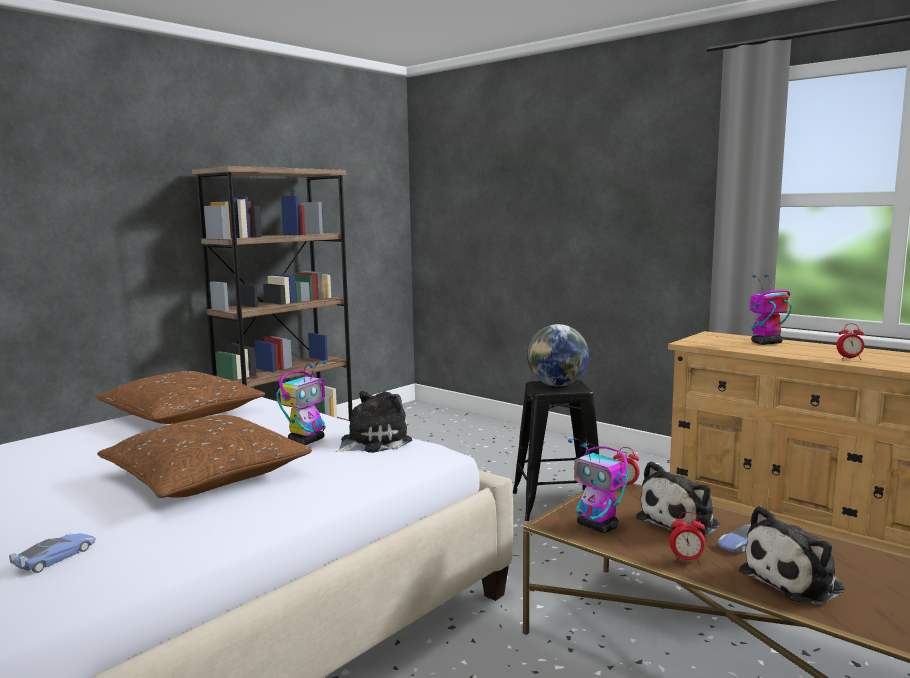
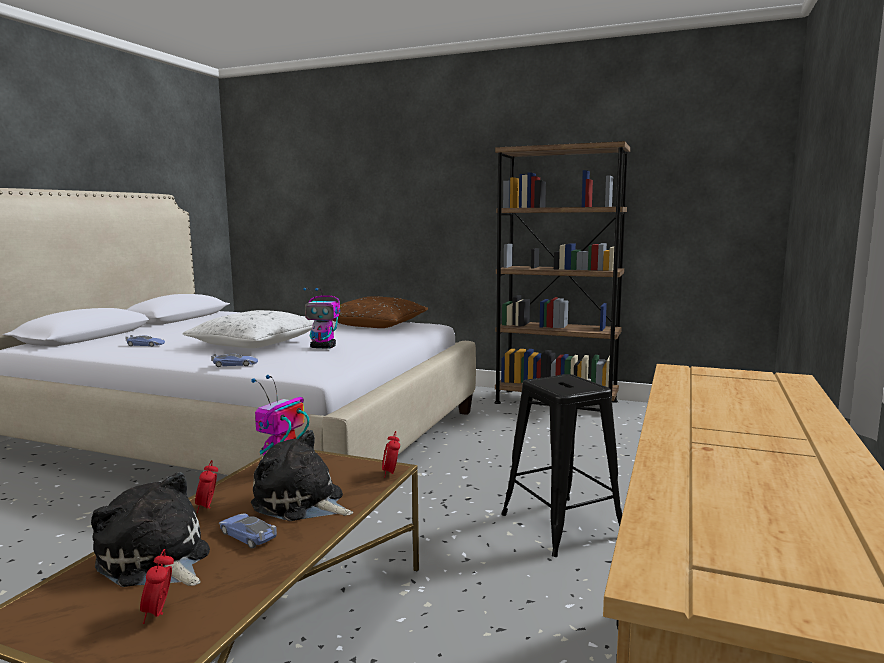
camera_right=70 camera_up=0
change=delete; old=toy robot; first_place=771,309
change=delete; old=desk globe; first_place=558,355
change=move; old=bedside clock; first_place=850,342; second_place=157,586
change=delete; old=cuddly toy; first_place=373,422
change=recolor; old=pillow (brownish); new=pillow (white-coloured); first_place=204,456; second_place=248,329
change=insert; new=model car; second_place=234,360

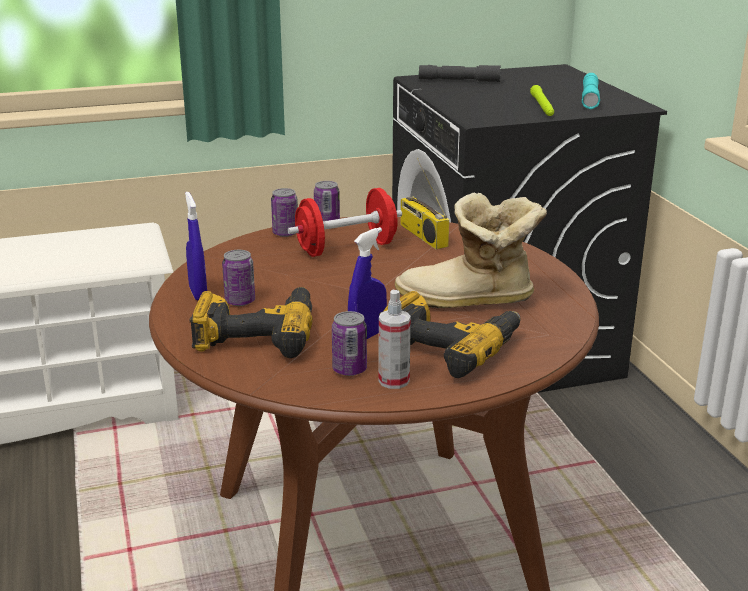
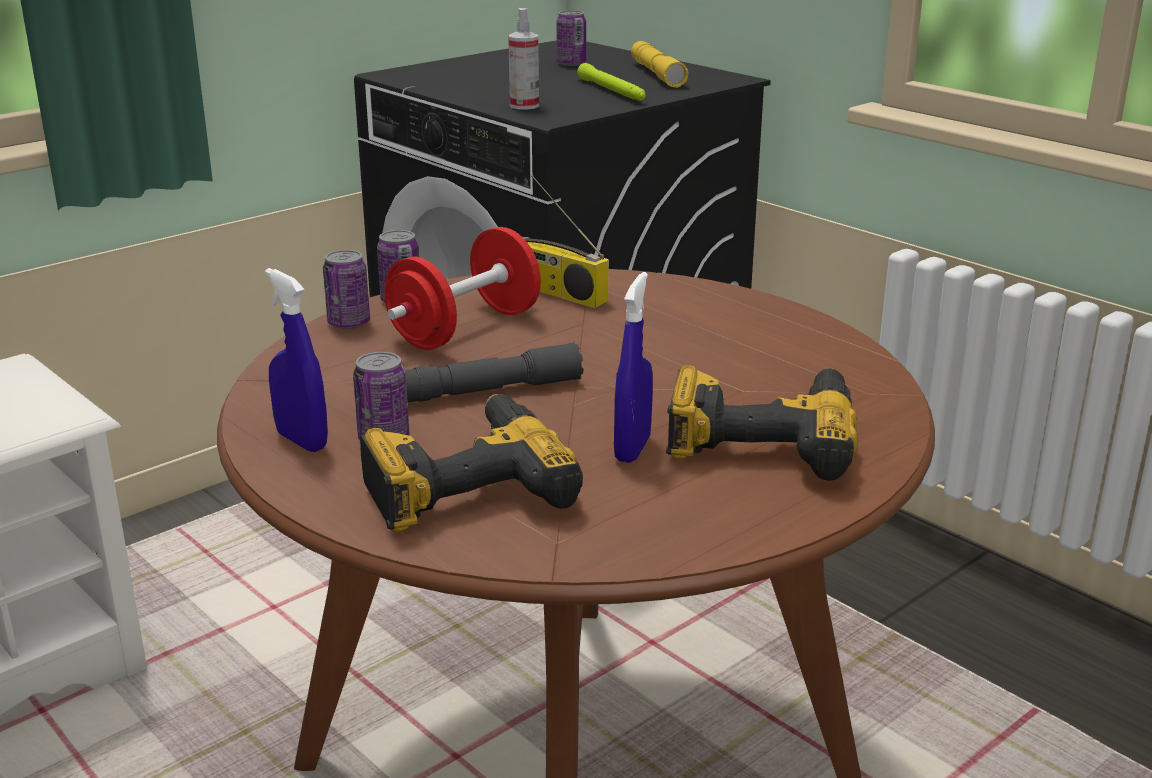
camera_right=-25 camera_up=0
change=move; old=torch (grey); first_place=460,73; second_place=494,372
change=recolor; old=torch (turquoise-coloured); new=torch (yellow-coloured); first_place=591,91; second_place=660,64
change=delete; old=tall boot; first_place=471,250
change=move; old=spray bottle; first_place=395,339; second_place=523,59
change=move; old=metal can; first_place=349,343; second_place=571,38

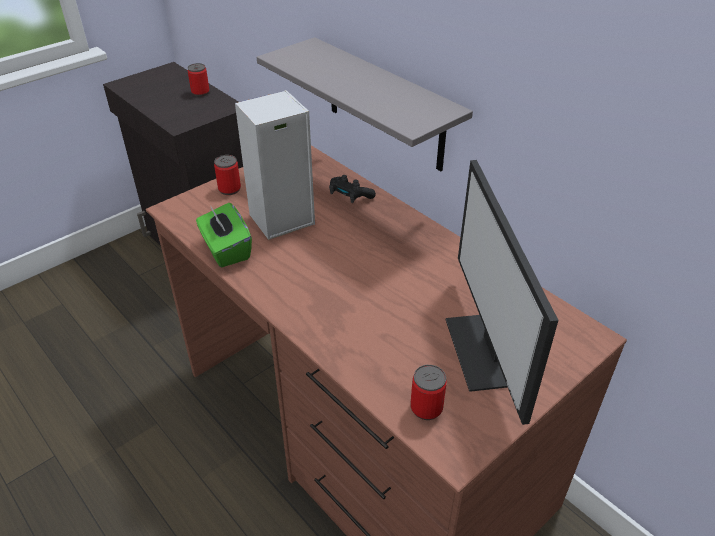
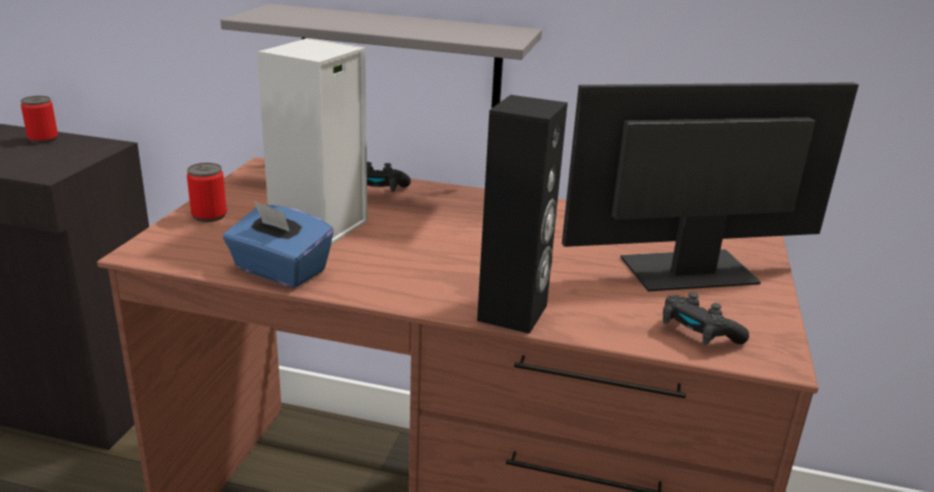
camera_right=-35 camera_up=-15
change=rotate; old=monitor; first_place=502,292; second_place=710,187; degrees=120
change=recolor; old=box of tissues (green-coloured); new=box of tissues (bluish); first_place=224,235; second_place=278,244
change=replace; old=metal can; new=joypad (black-coloured); first_place=428,392; second_place=706,318
change=insert; new=speaker (black-coloured); second_place=522,214

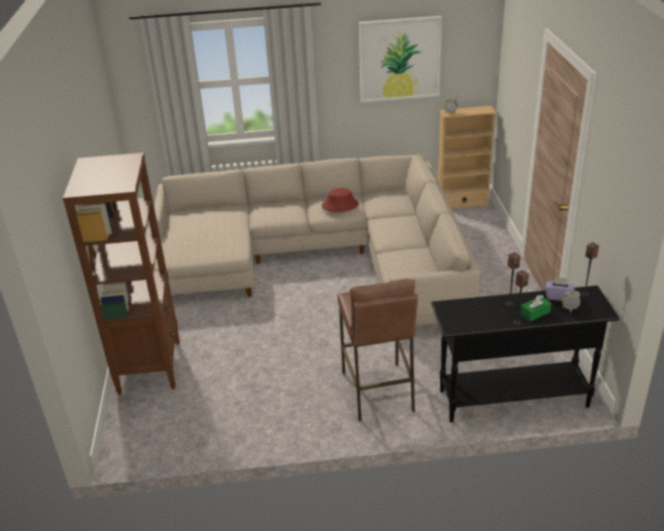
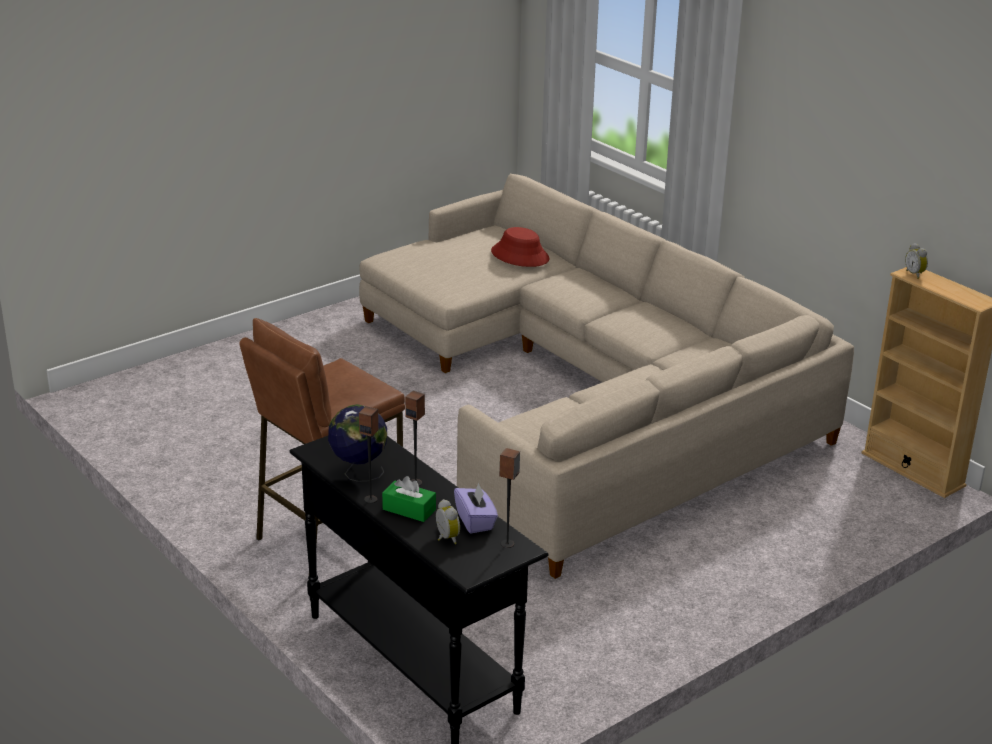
camera_right=55 camera_up=-5
change=delete; old=wall art; first_place=400,59
change=delete; old=bookcase (brownish); first_place=121,274
change=move; old=clothing hat (reddish); first_place=340,200; second_place=520,247
change=insert; new=desk globe; second_place=357,443

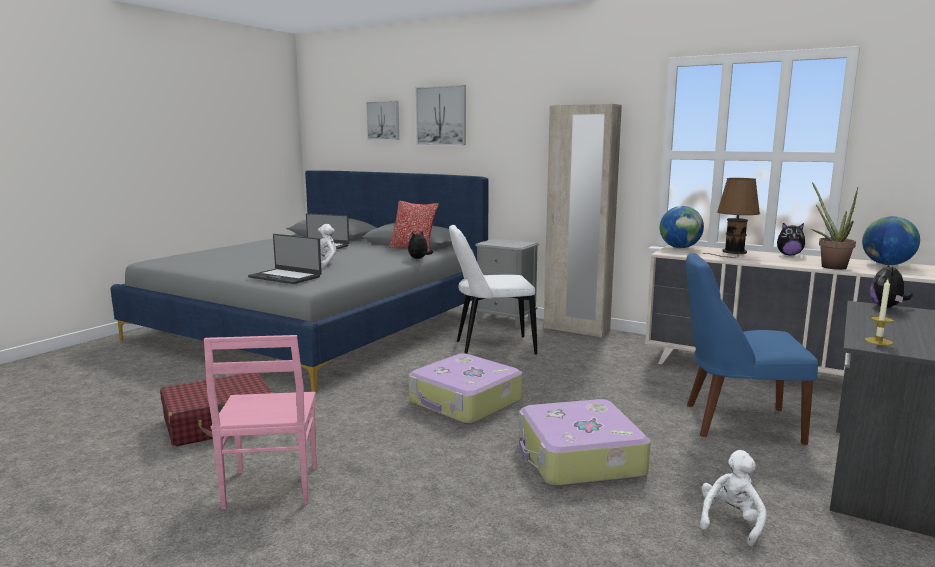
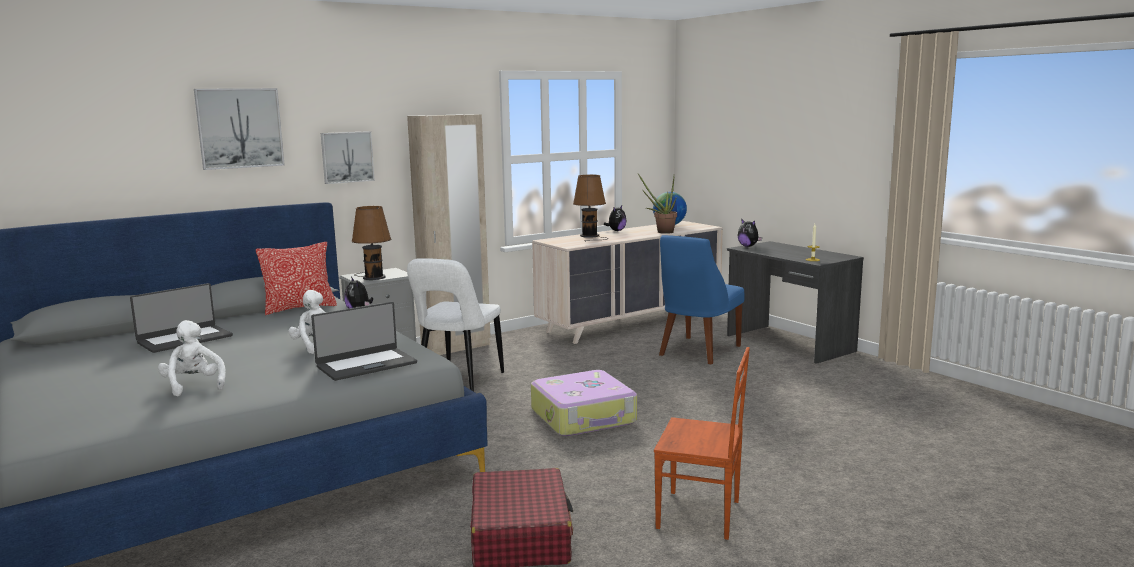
camera_right=-65 camera_up=0
change=move; old=wall art; first_place=382,120; second_place=348,157
change=delete; old=desk globe; first_place=682,227
change=recolor; old=upright chair (pinkish); new=upright chair (brownish); first_place=260,422; second_place=702,443
change=delete; old=travel case; first_place=585,442
change=move; old=cuddly toy (white-coloured); first_place=733,498; second_place=192,358
change=insert; new=table lamp (brownish); second_place=371,243

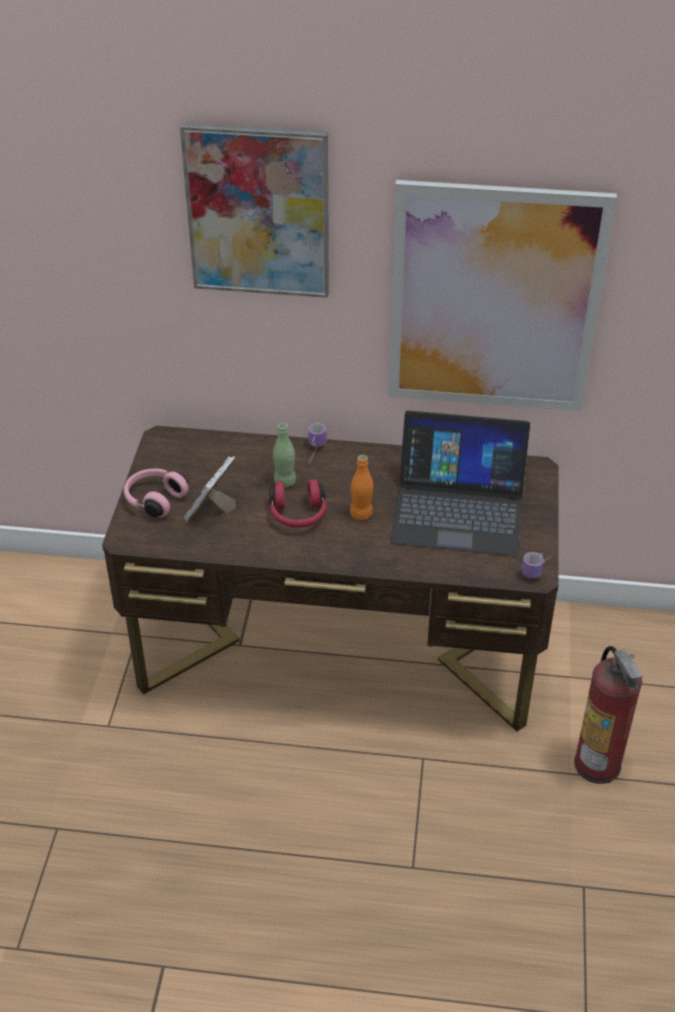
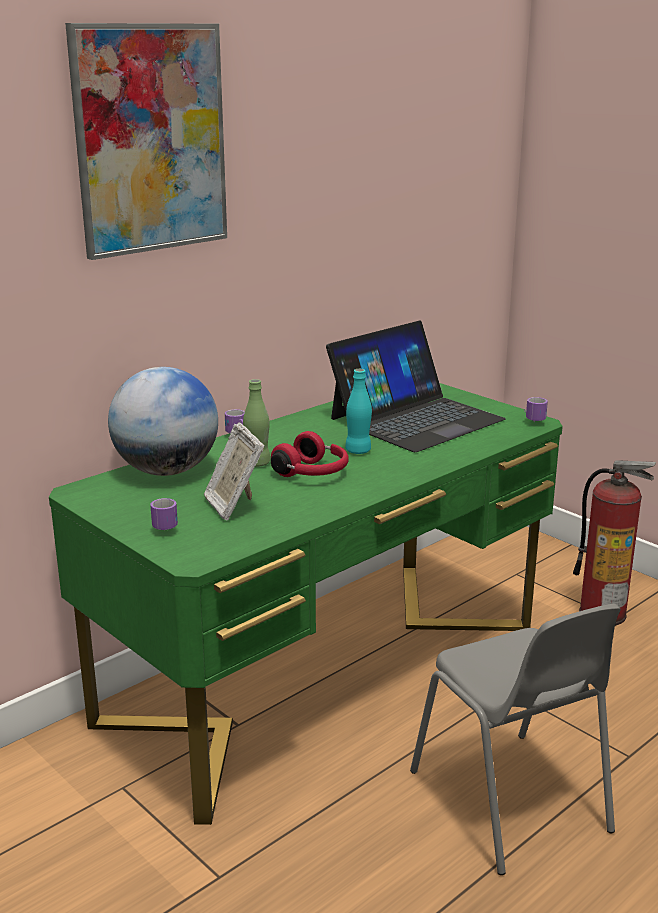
camera_right=-50 camera_up=-20
change=delete; old=wall art; first_place=502,296
change=recolor; old=desk (brownish); new=desk (green-coloured); first_place=330,579; second_place=306,604
change=recolor; old=beverage bottle (orange-coloured); new=beverage bottle (turquoise-coloured); first_place=361,487; second_place=358,411
change=replace; old=pair of headphones (pinkish); new=tea mug; first_place=156,492; second_place=164,514
change=insert; new=desk globe; second_place=163,421
change=insert; new=upright chair (grey); second_place=515,739

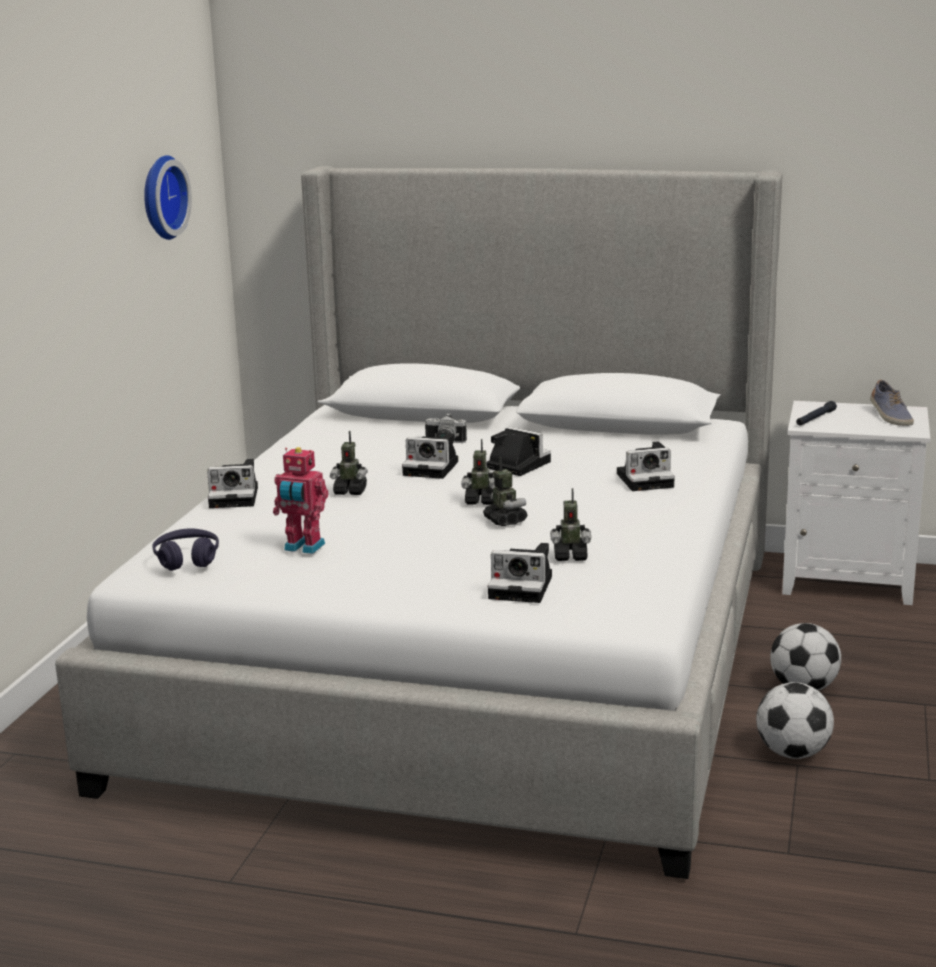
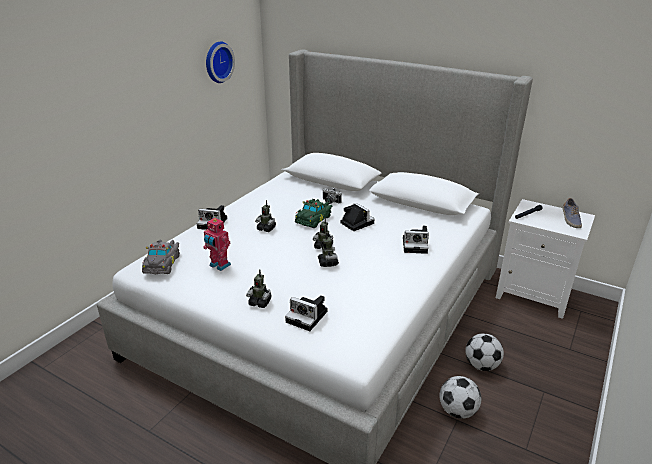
camera_right=15 camera_up=10
change=replace; old=photo camera; new=model car (green-coloured); first_place=430,456; second_place=314,213
change=move; old=toy robot; first_place=570,524; second_place=259,288
change=replace; old=pair of headphones (purplish); new=model car (grey); first_place=185,550; second_place=161,257

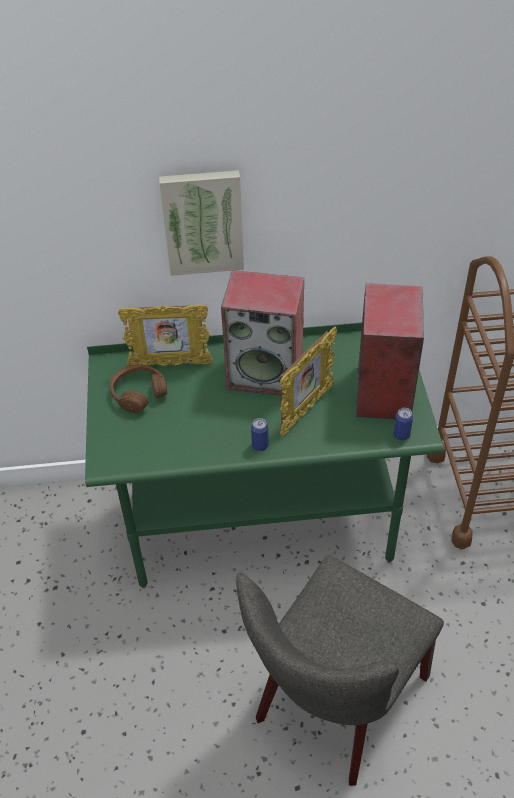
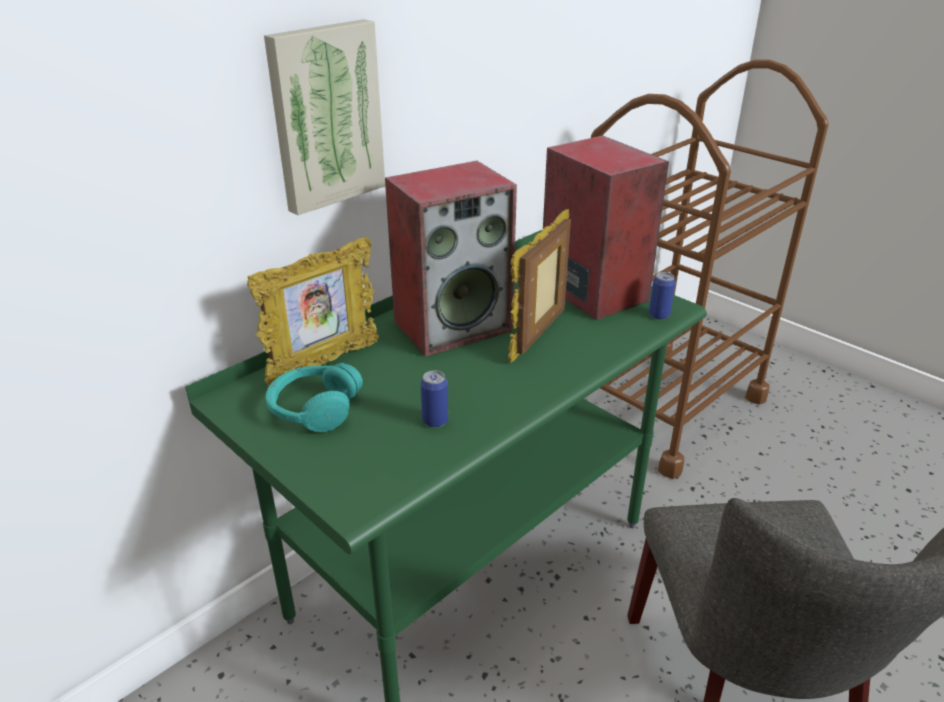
camera_right=-40 camera_up=-15
change=rotate; old=picture frame; first_place=308,381; second_place=539,286; degrees=-150
change=recolor; old=pair of headphones (brownish); new=pair of headphones (turquoise-coloured); first_place=138,388; second_place=314,397
change=move; old=metal can; first_place=260,434; second_place=434,399

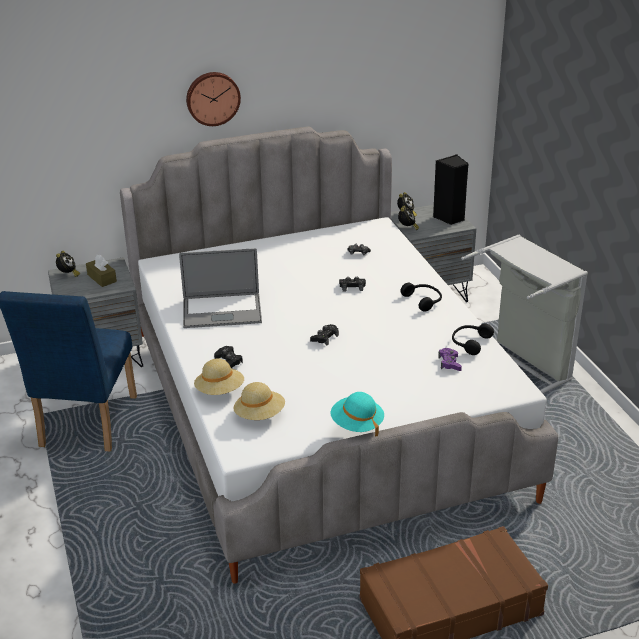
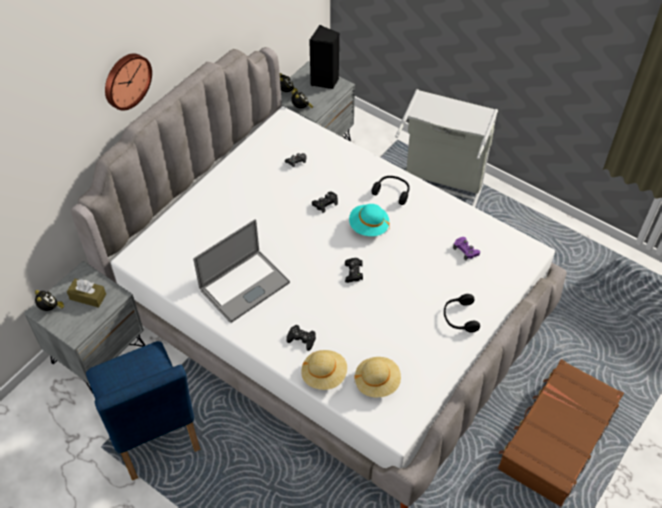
camera_right=-35 camera_up=20
change=move; old=pair of headphones (black-coloured); first_place=473,339; second_place=462,313
change=move; old=clothing hat (turquoise-coloured); first_place=357,414; second_place=369,220

